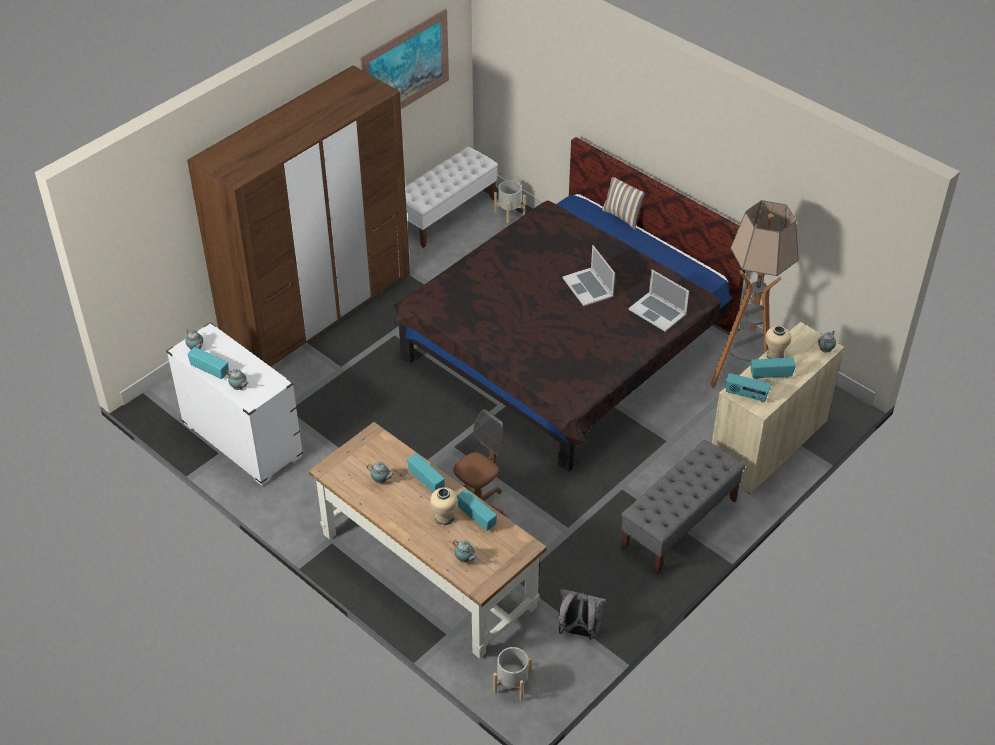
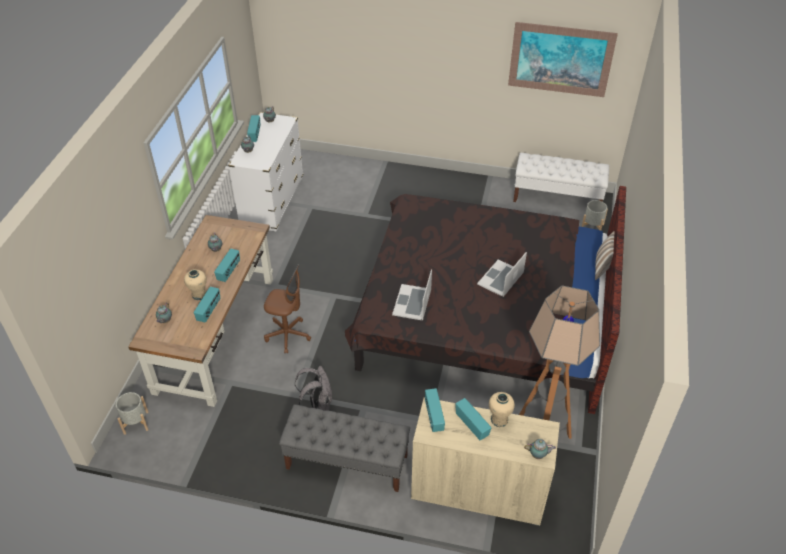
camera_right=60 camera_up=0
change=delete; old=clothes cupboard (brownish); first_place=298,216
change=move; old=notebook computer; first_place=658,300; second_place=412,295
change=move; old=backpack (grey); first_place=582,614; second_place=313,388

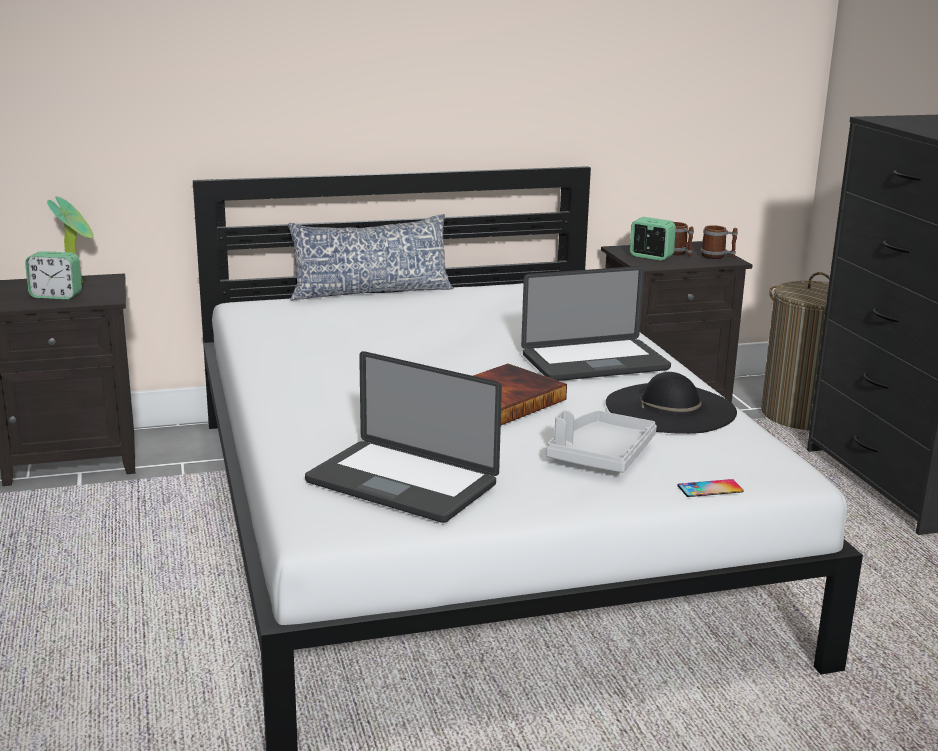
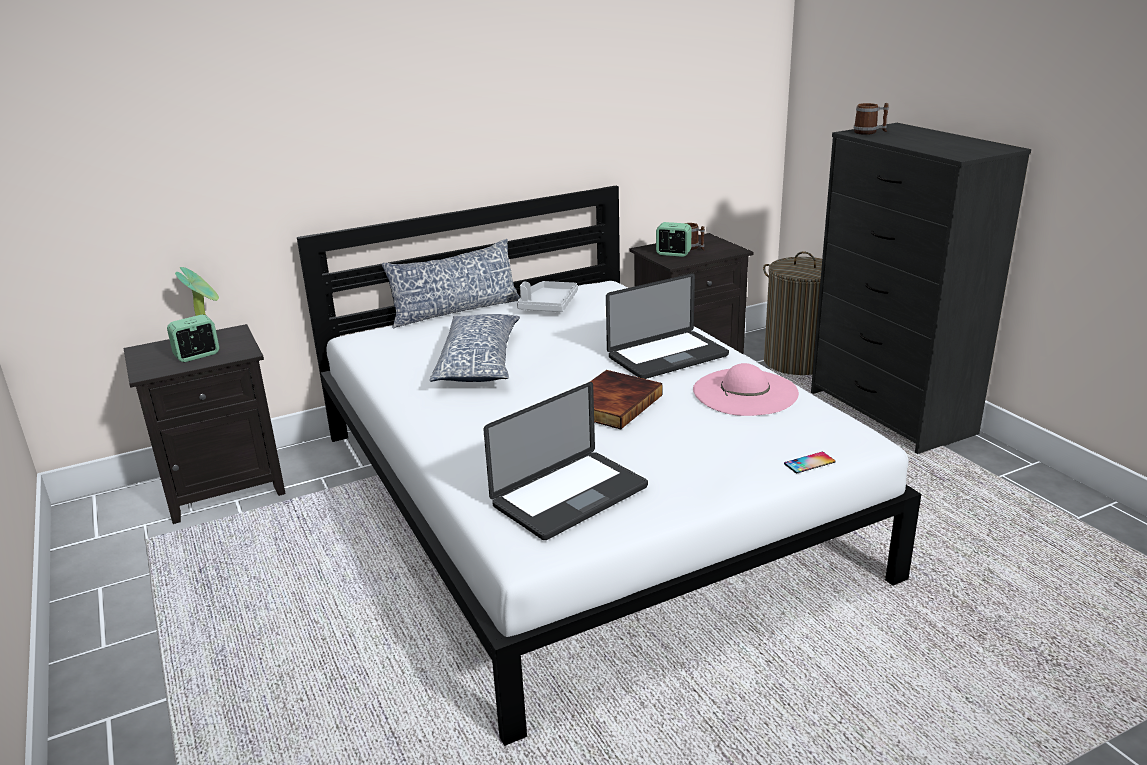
camera_right=-10 camera_up=5
change=move; old=tea mug; first_place=719,242; second_place=871,119
change=rotate; old=bedside clock; first_place=53,275; second_place=193,338; degrees=150
change=rotate; old=notebook computer; first_place=403,437; second_place=566,461; degrees=-60
change=recolor; old=clothing hat (black-coloured); new=clothing hat (pinkish); first_place=671,403; second_place=746,389
change=move; old=tray (grey); first_place=601,441; second_place=547,296
change=insert; new=pillow; second_place=475,348

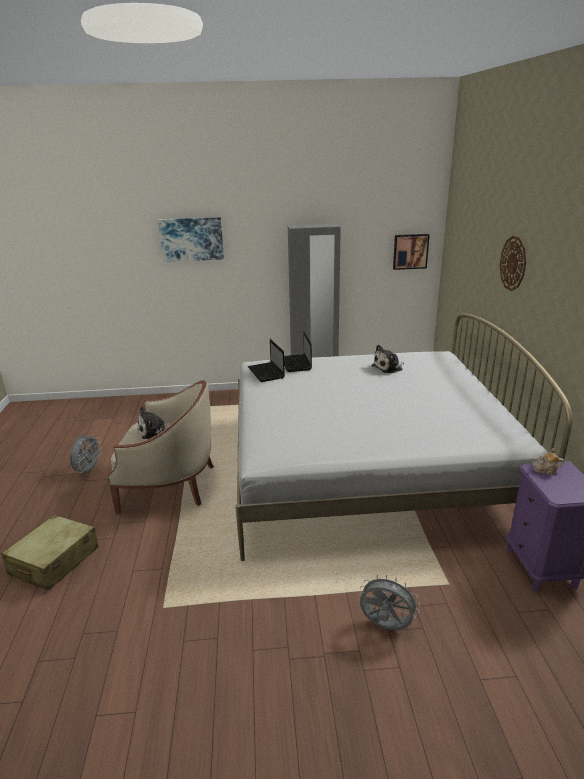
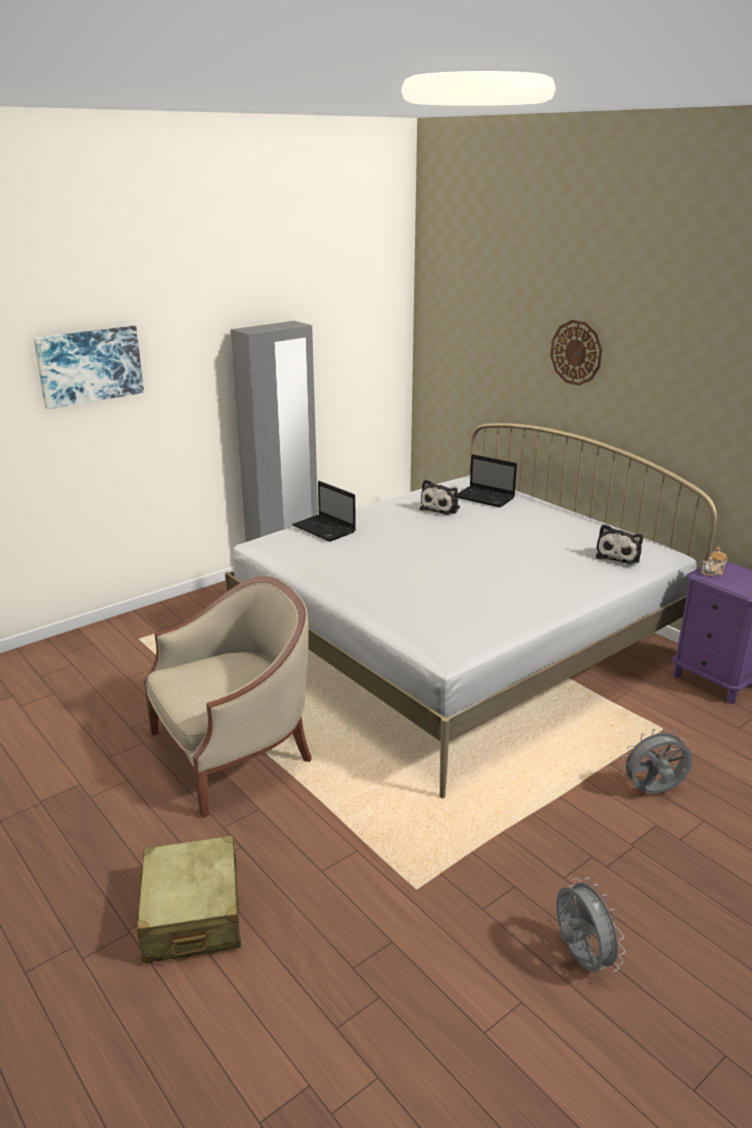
camera_right=-35 camera_up=0
change=delete; old=wall art; first_place=411,252
change=move; old=notebook computer; first_place=266,360; second_place=487,480
change=move; old=cuddly toy; first_place=153,422; second_place=619,544
change=move; old=electric fan (grey); first_place=86,454; second_place=590,925

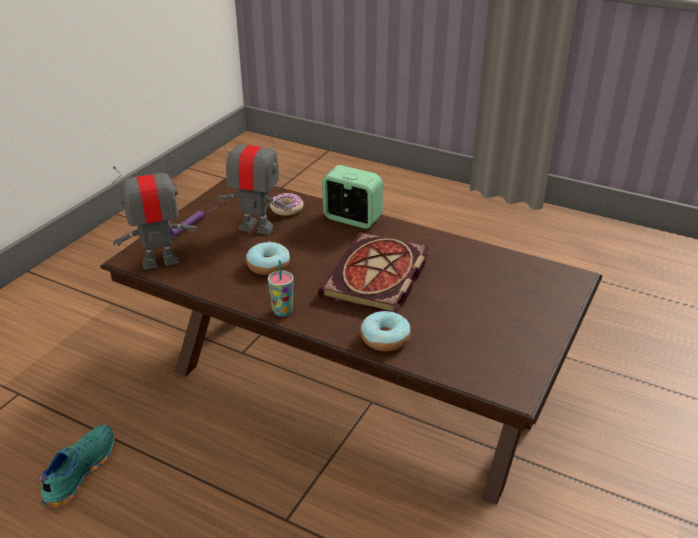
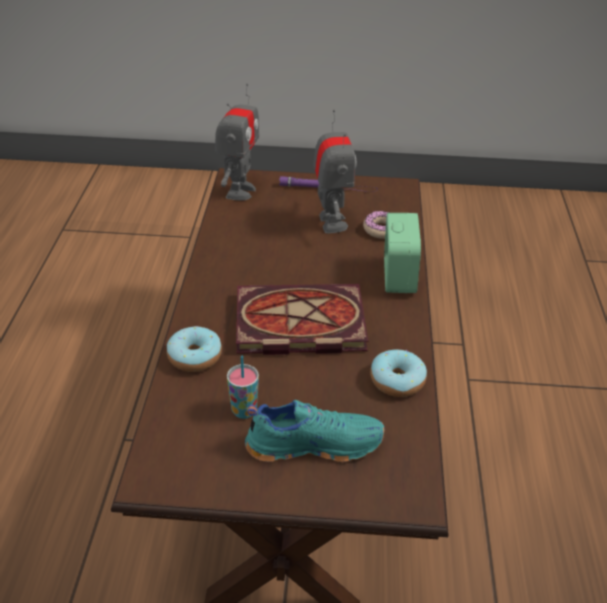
camera_right=65 camera_up=5
change=rotate; old=toy robot; first_place=155,212; second_place=237,142; degrees=60
change=move; old=ring doughnut; first_place=268,258; second_place=398,373
change=move; old=drinking cup; first_place=281,288; second_place=243,387
change=move; old=item of footwear (turquoise-coloured); first_place=76,466; second_place=314,431

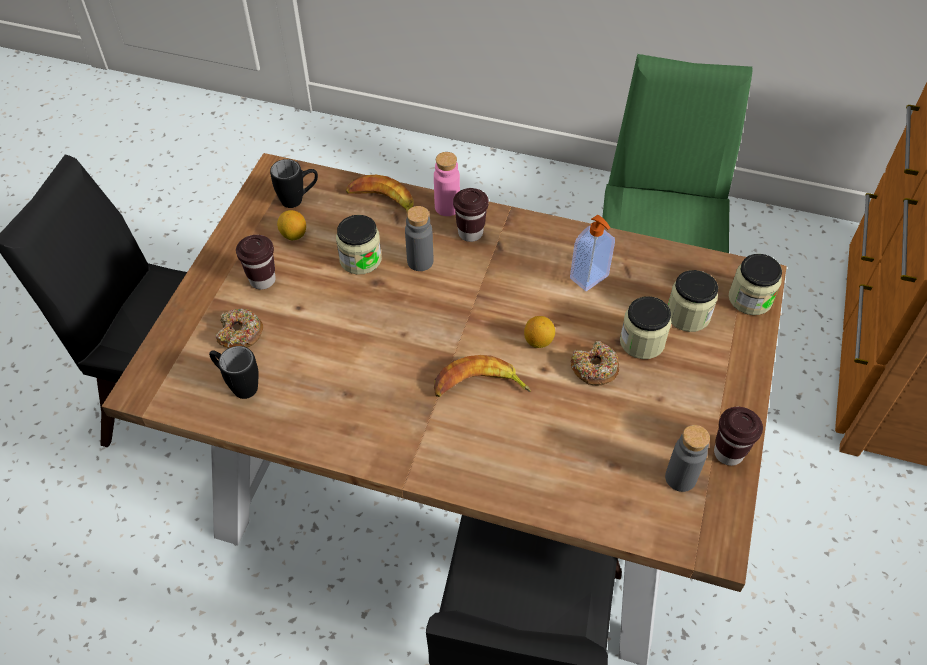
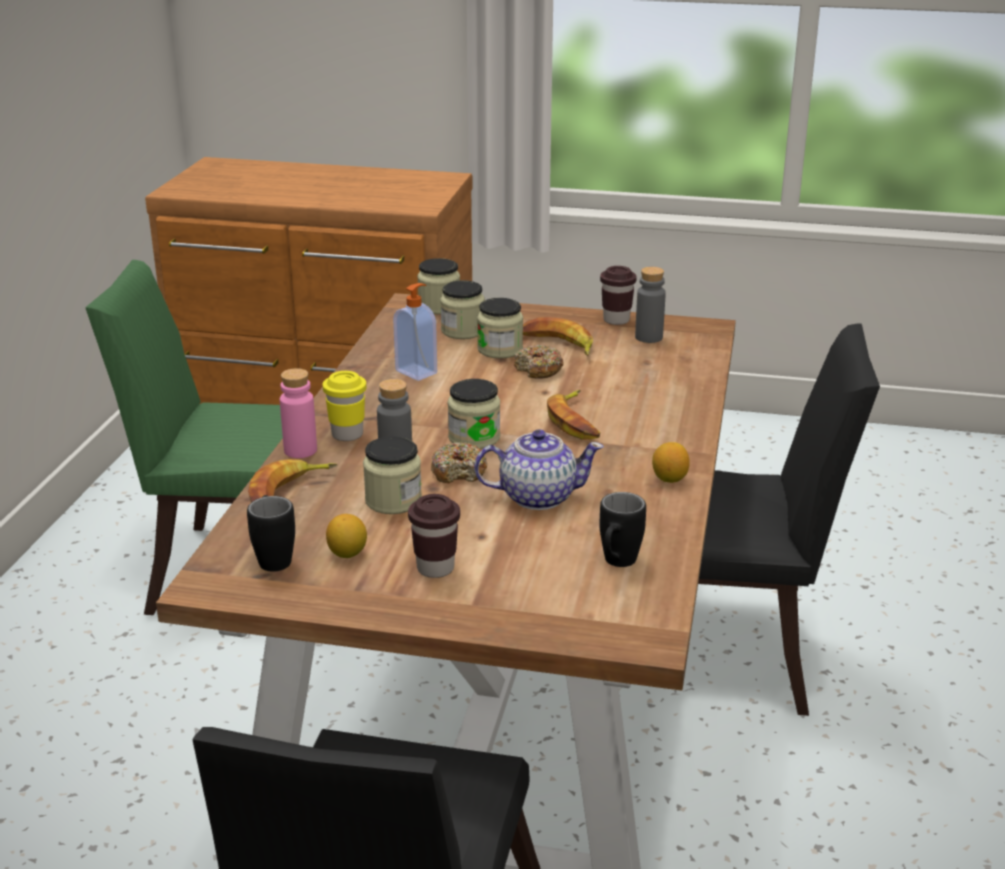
camera_right=-95 camera_up=-25
change=recolor; old=drinking cup (brownish); new=drinking cup (yellow-coloured); first_place=471,215; second_place=344,406
change=move; old=ring doughnut; first_place=239,328; second_place=459,462
change=move; old=lemon; first_place=539,332; second_place=671,462
change=insert; new=banana; second_place=558,336
change=insert; new=preserve jar; second_place=474,414
change=insert; new=tea pot; second_place=539,469

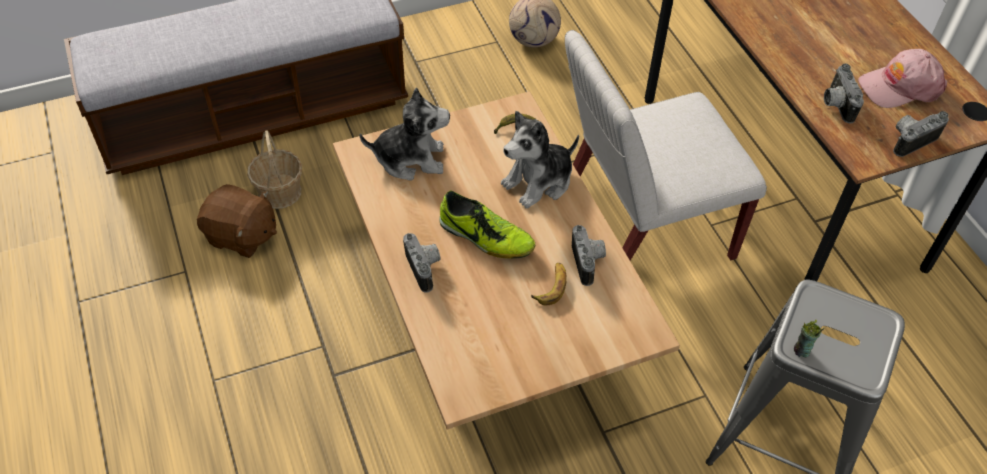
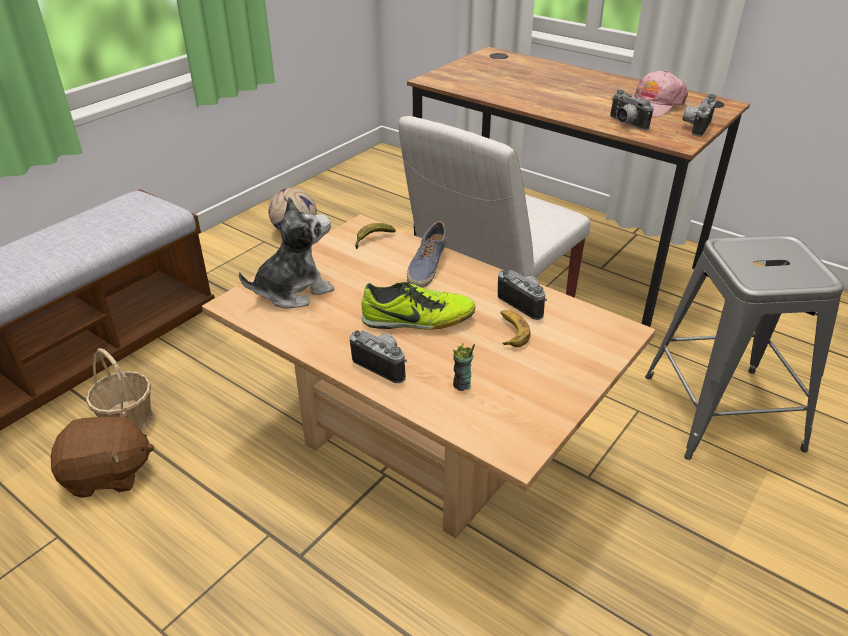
camera_right=-30 camera_up=-15
change=replace; old=cuddly toy; new=item of footwear; first_place=540,160; second_place=427,254
change=move; old=drinking cup; first_place=809,338; second_place=464,367

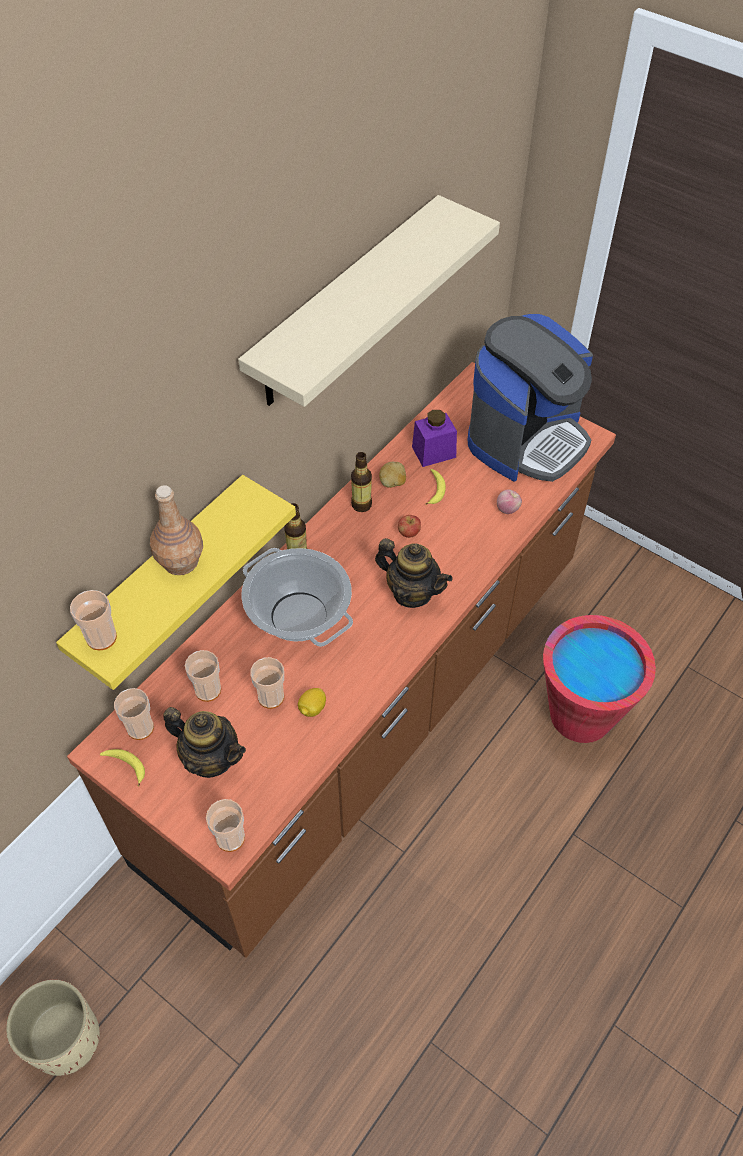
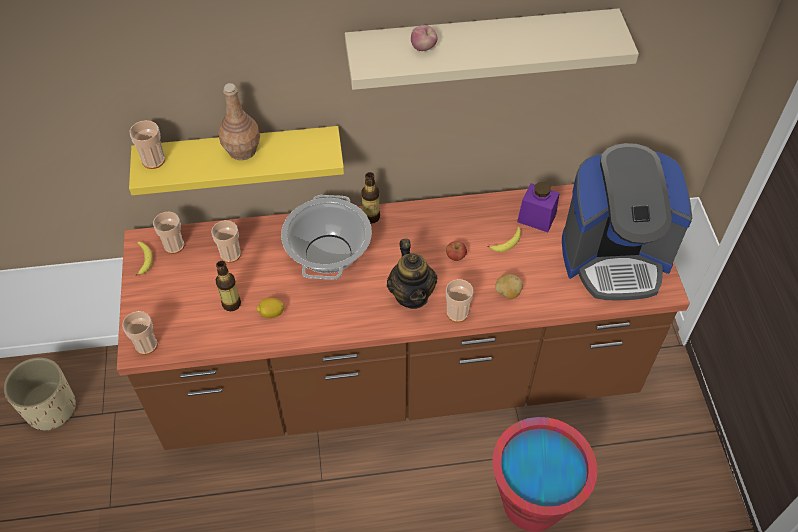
camera_right=45 camera_up=0
change=move; old=beverage bottle; first_place=361,482; second_place=228,286
change=move; old=spud; first_place=392,475; second_place=509,286
change=move; old=whole apple; first_place=509,501; second_place=424,38
change=move; old=drinking cup; first_place=267,683; second_place=459,301
change=delete; old=tea pot; first_place=204,742

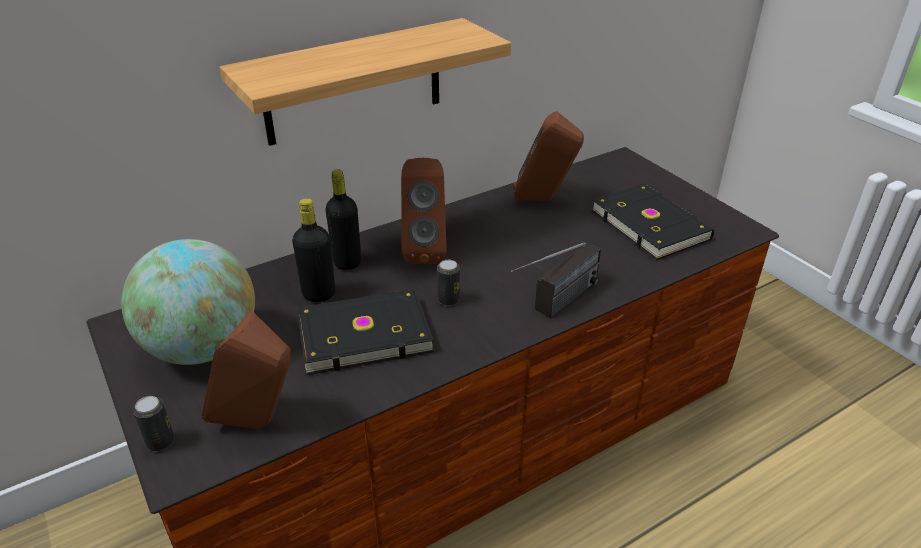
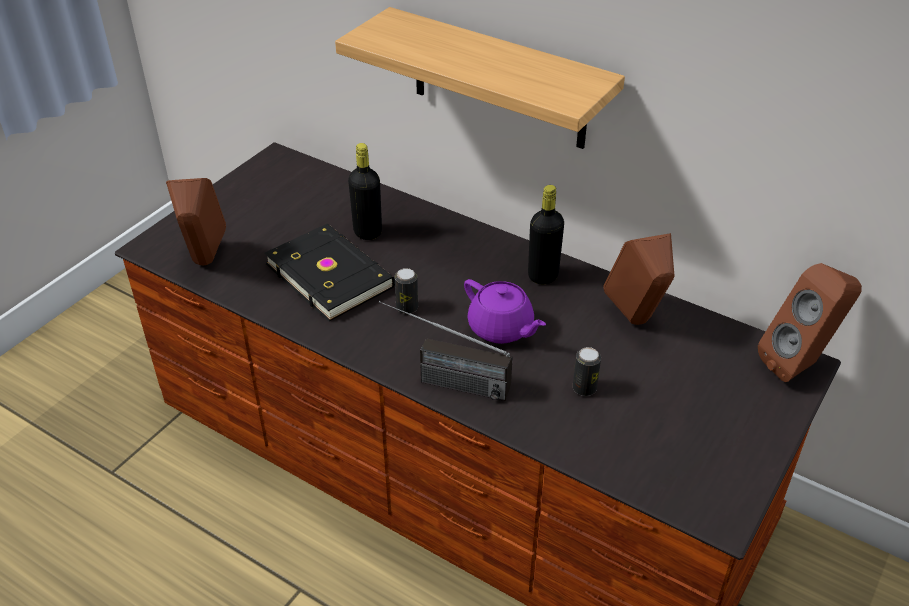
camera_right=65 camera_up=5
change=move; old=speaker (brownish); first_place=424,211; second_place=810,322
change=move; old=beverage bottle (black-coloured); first_place=343,220; second_place=546,234
change=delete; old=volume (black-coloured); first_place=652,222
change=delete; old=desk globe; first_place=188,302
change=move; old=metal can; first_place=154,423; second_place=587,371
change=insert; new=tea pot (purplish); second_place=505,311

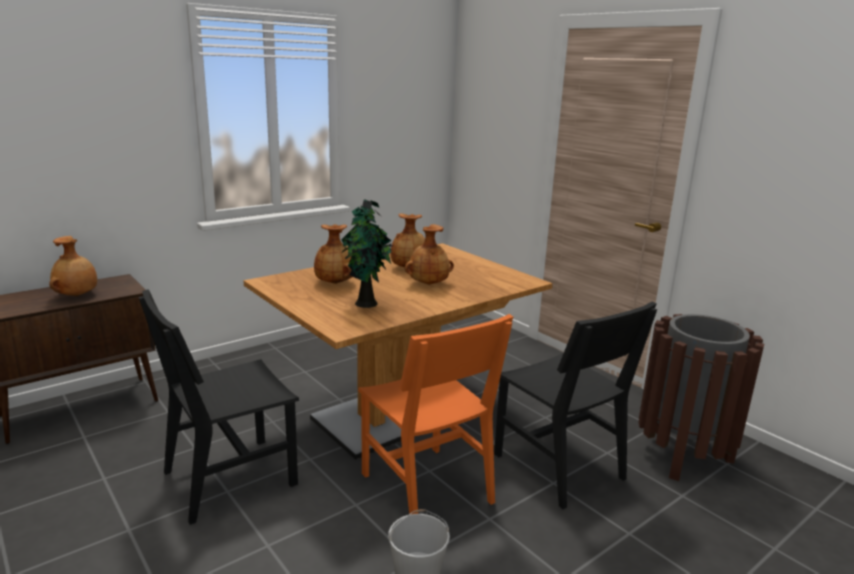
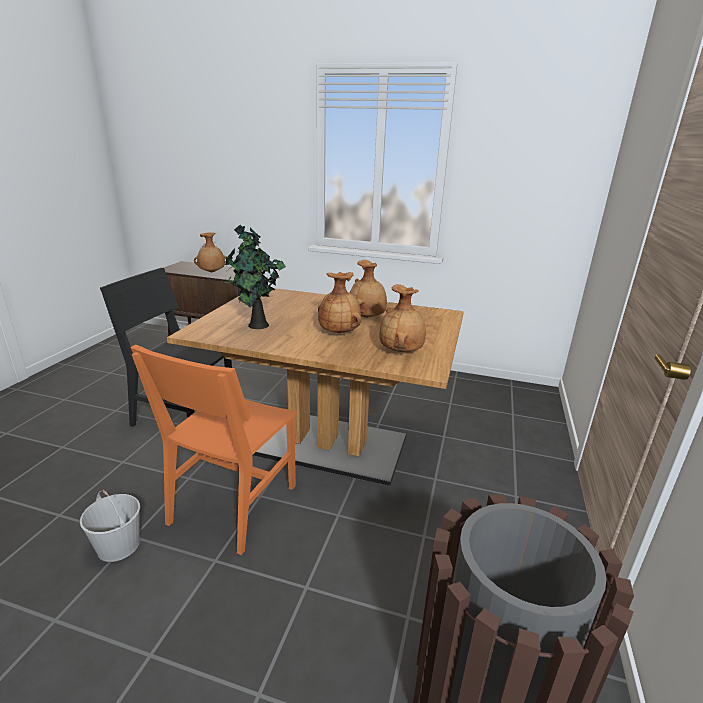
camera_right=55 camera_up=5
change=move; old=vase (brownish); first_place=333,254; second_place=402,318
change=delete; old=upright chair (black-coloured); first_place=575,405

